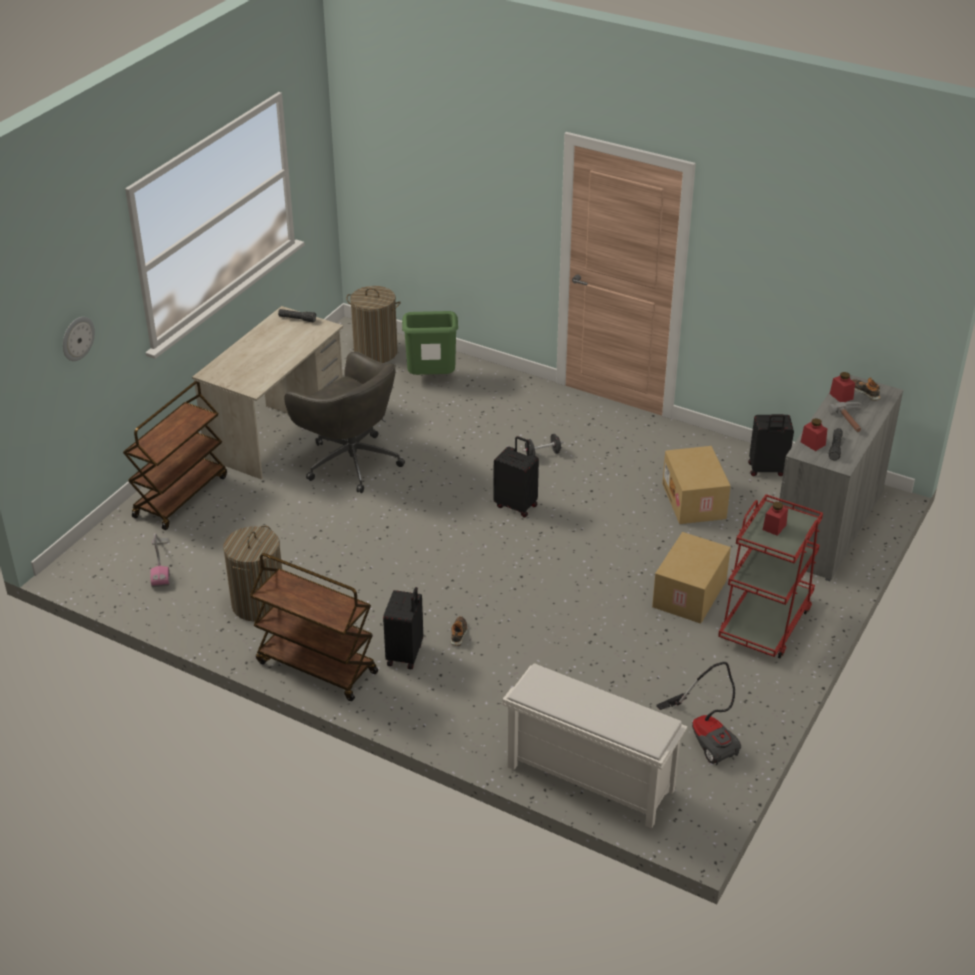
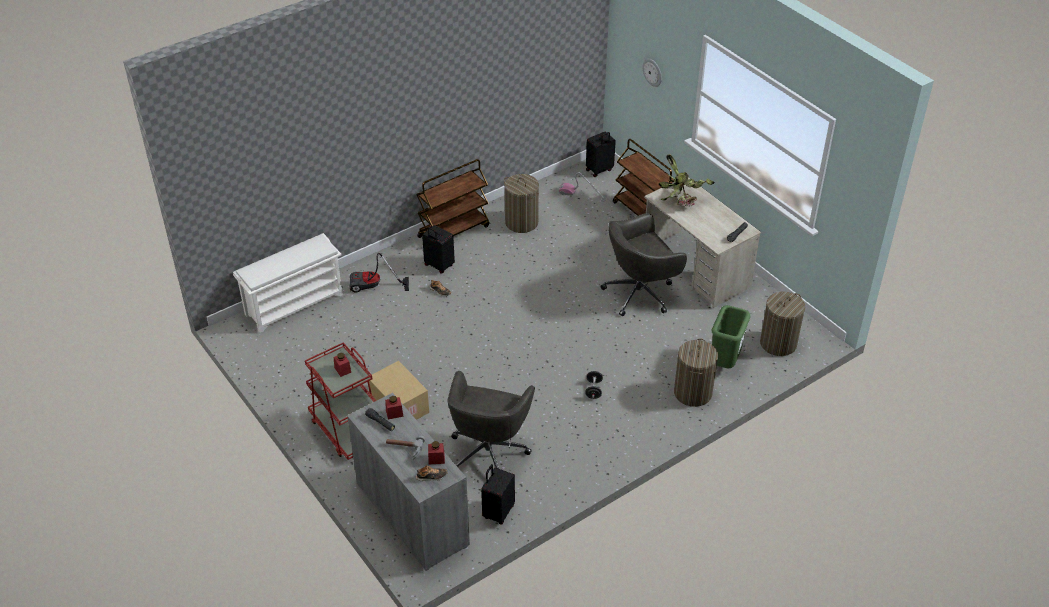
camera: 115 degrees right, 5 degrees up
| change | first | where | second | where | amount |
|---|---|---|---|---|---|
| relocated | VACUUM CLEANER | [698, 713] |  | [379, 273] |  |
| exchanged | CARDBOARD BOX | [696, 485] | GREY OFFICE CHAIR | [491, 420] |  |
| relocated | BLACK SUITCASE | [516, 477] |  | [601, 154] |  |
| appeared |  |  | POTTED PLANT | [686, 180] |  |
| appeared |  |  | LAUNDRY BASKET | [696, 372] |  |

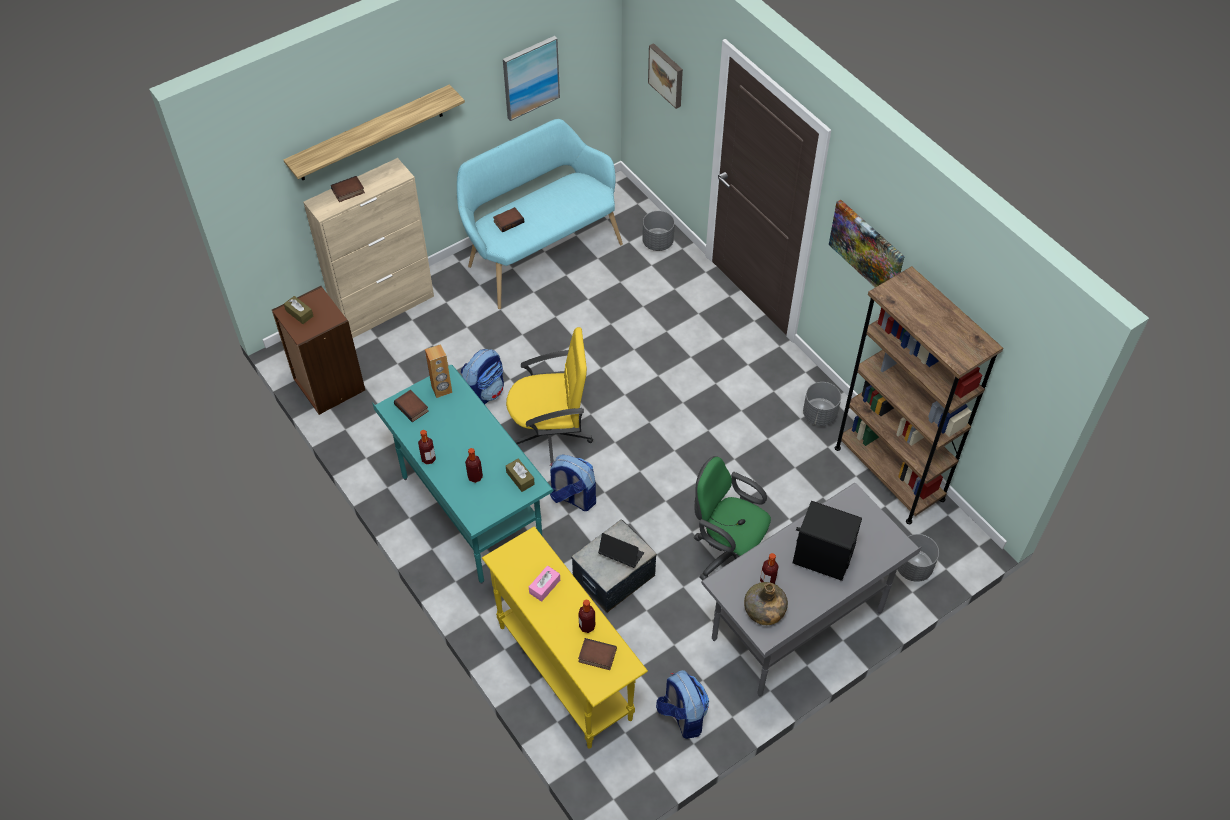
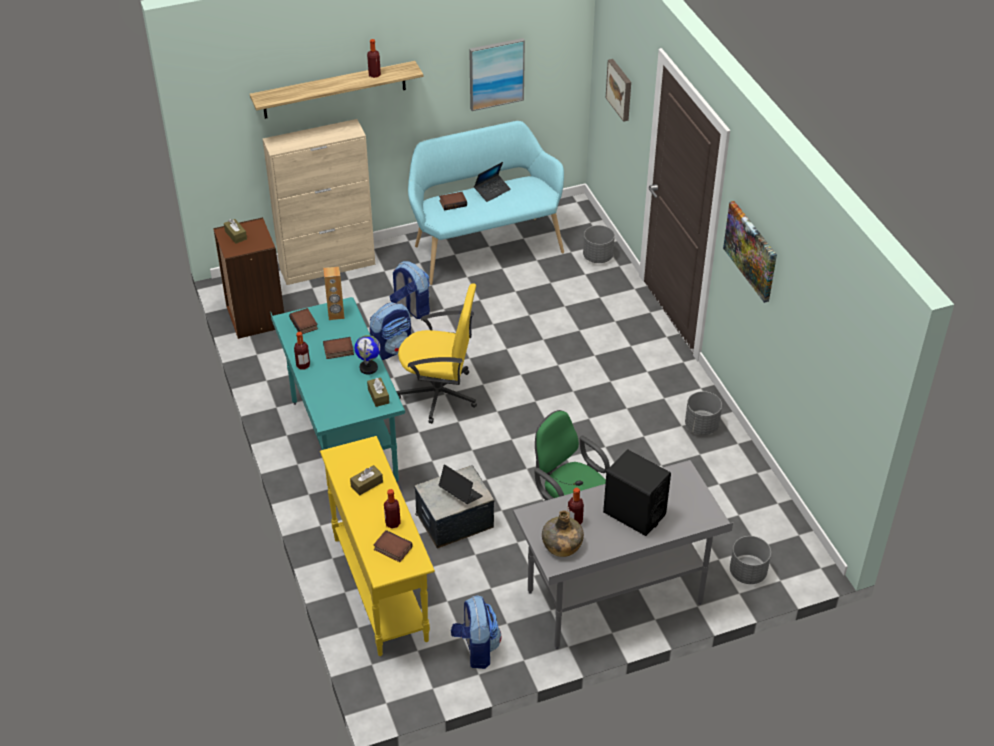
camera: 15 degrees right, 10 degrees down
| change | first | where | second | where | amount |
|---|---|---|---|---|---|
| relocated | BOOK | [348, 189] |  | [338, 348] |  |
| colour | PINK TISSUE BOX | [544, 584] | BROWN TISSUE BOX | [366, 480] |  |
| appeared |  |  | GLOBE | [367, 355] |  |
| relocated | BOTTLE | [474, 465] |  | [374, 58] |  |
| relocated | BACKPACK | [573, 482] |  | [410, 290] |  |
| appeared |  |  | LAPTOP | [492, 182] |  |
| missing | BROWN BOOKCASE | [919, 395] |  |  |  |

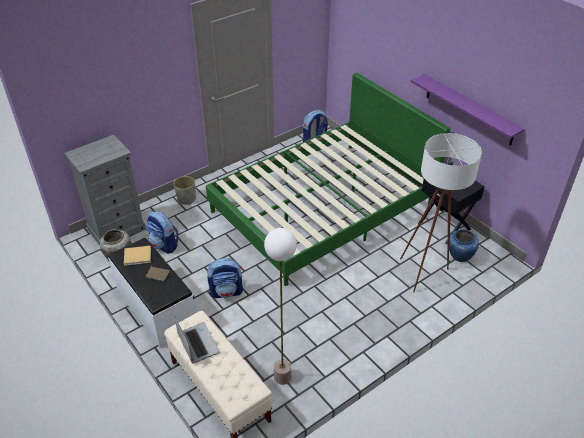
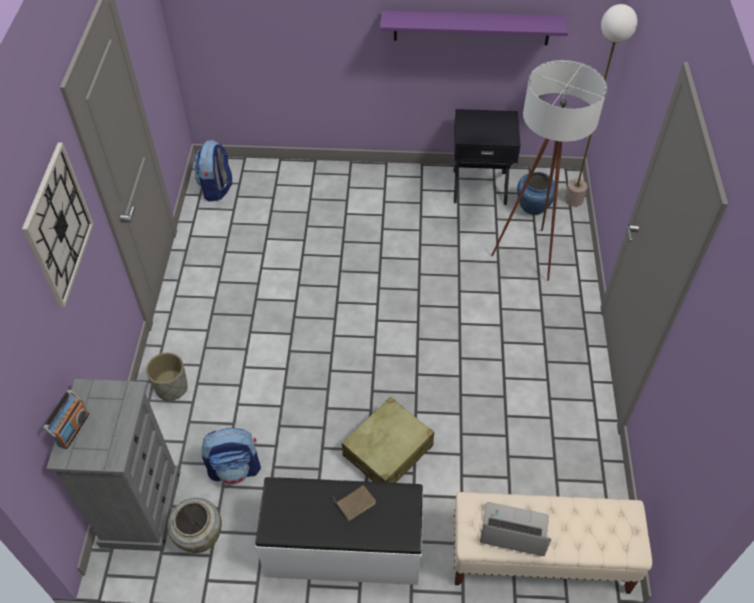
camera: 50 degrees left, 10 degrees up
| change | first | where | second | where | amount |
|---|---|---|---|---|---|
| appeared |  |  | WALL CLOCK | [58, 225] |  |
| appeared |  |  | RADIO | [66, 419] |  |
| exchanged | BACKPACK | [225, 278] | BEIGE SUITCASE | [388, 440] |  |
| relocated | FLOOR LAMP | [280, 306] |  | [600, 105] |  |
| missing | BEIGE BOOK | [137, 256] |  |  |  |
| missing | GREEN BED | [328, 179] |  |  |  |

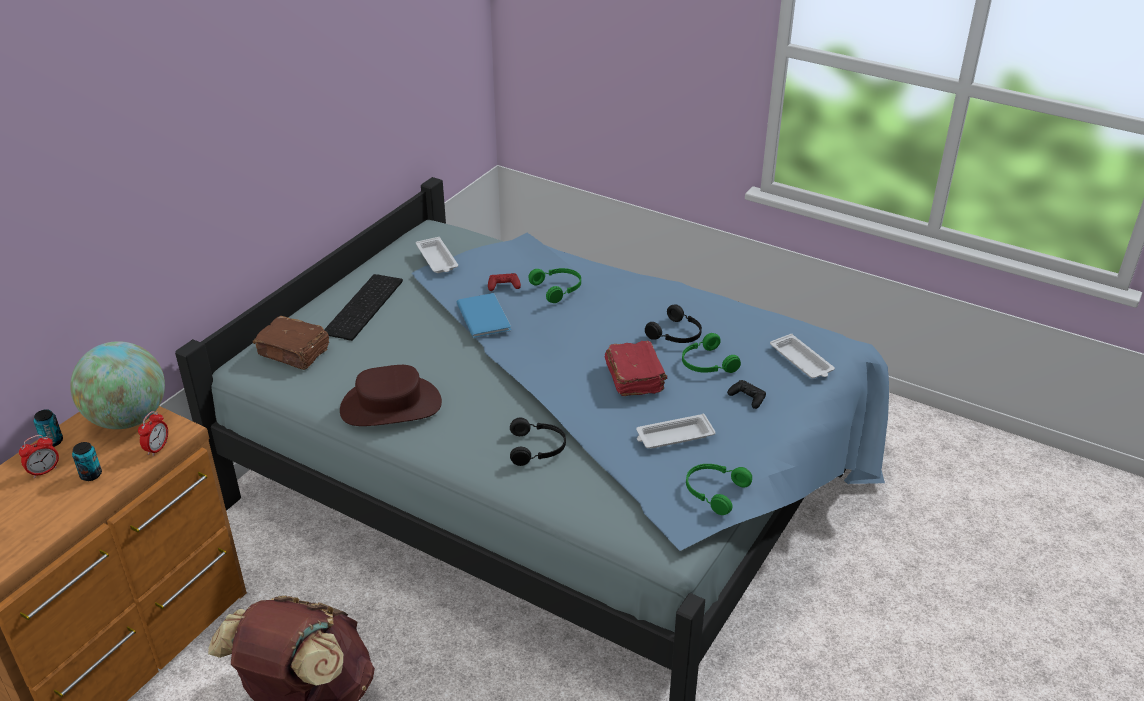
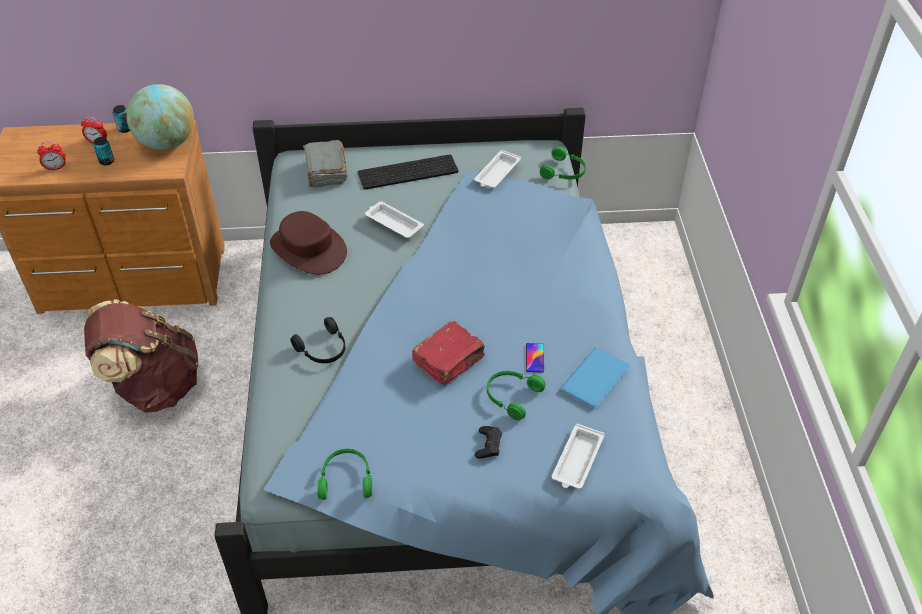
camera: 55 degrees right, 10 degrees up
| change | first | where | second | where | amount |
|---|---|---|---|---|---|
| relocated | ALARM CLOCK | [153, 433] |  | [51, 156] |  |
| colour | BROWN BOOK | [291, 343] | GREY BOOK | [325, 163] |  |
| relocated | WHITE TRAY | [676, 431] |  | [394, 219] |  |
| exchanged | BLACK HEADPHONES | [673, 323] | PHONE | [535, 358] |  |
| relocated | GREEN HEADPHONES | [554, 285] |  | [563, 162] |  |
| relocated | BLUE BOOK | [483, 315] |  | [594, 379] |  |
| missing | RED GAME CONTROLLER | [504, 282] |  |  |  |

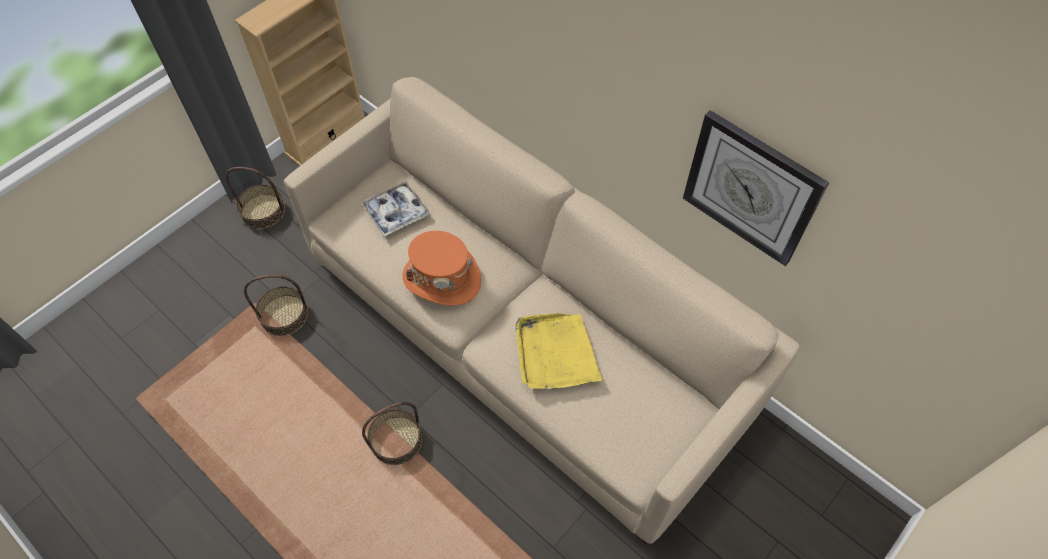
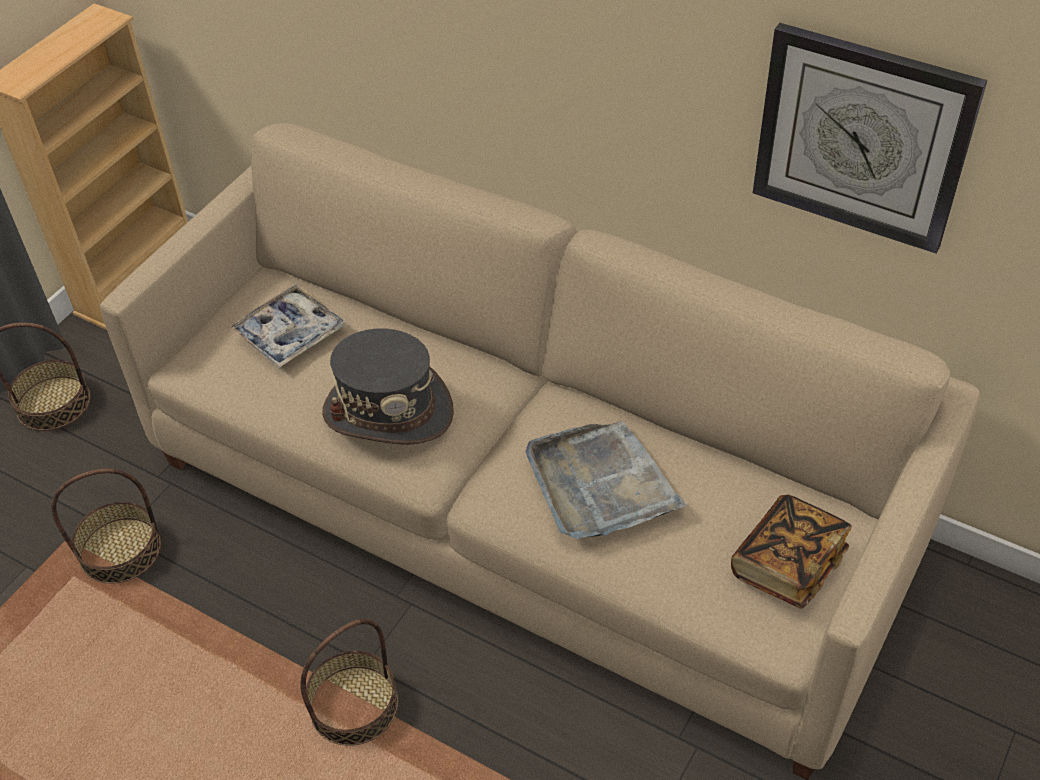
camera: 10 degrees left, 10 degrees down
| change | first | where | second | where | amount |
|---|---|---|---|---|---|
| colour | ORANGE HAT | [441, 268] | GREY HAT | [388, 386] |  |
| colour | YELLOW TRAY | [558, 351] | GREY TRAY | [606, 480] |  |
| appeared |  |  | BOOK | [791, 552] |  |

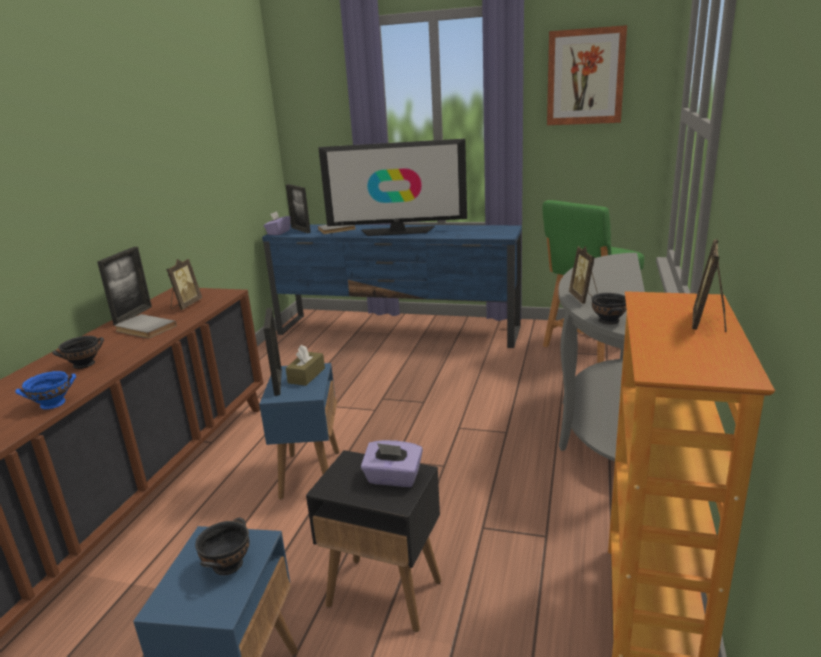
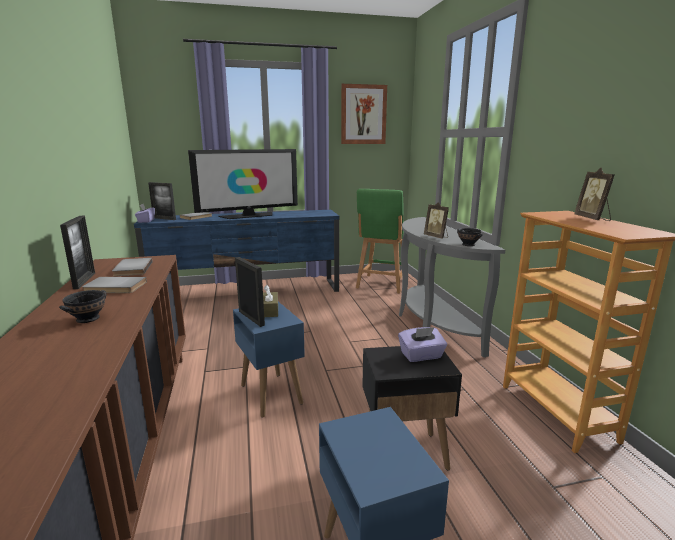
camera: 30 degrees left, 5 degrees down
| change | first | where | second | where | amount |
|---|---|---|---|---|---|
| exchanged | PICTURE FRAME | [184, 284] | GREY BOOK | [132, 267] |  |
| missing | BLUE BOWL | [45, 390] |  |  |  |
| missing | BLACK BOWL | [222, 546] |  |  |  |

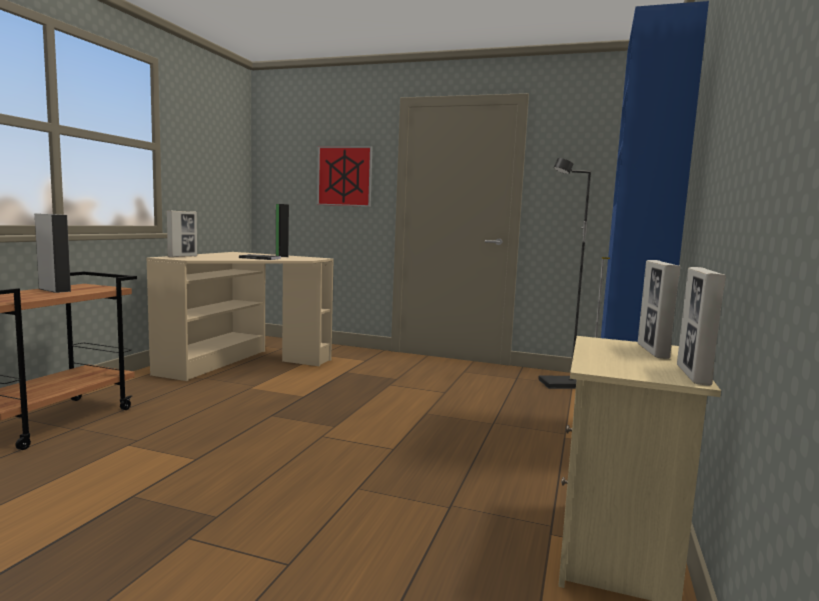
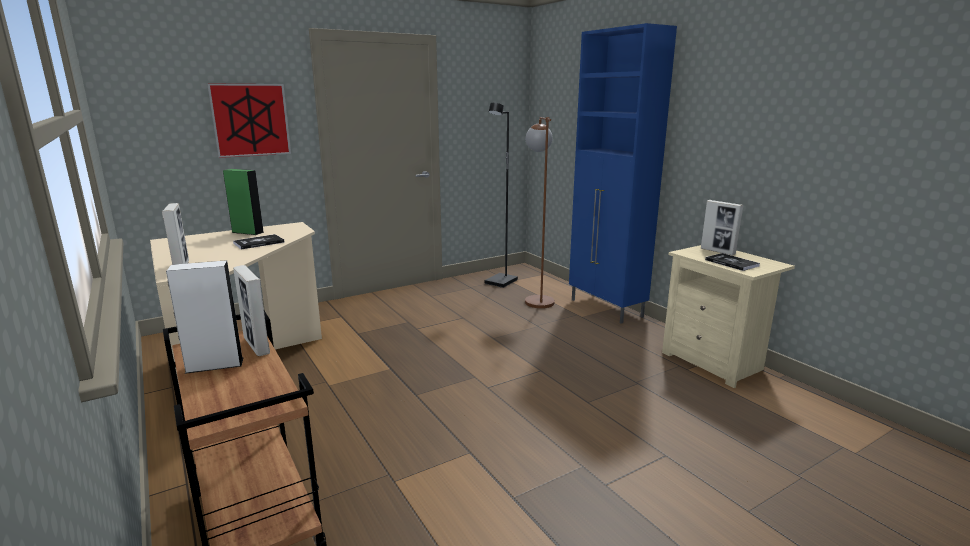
camera: 50 degrees left, 10 degrees up
| change | first | where | second | where | amount |
|---|---|---|---|---|---|
| relocated | PICTURE FRAME | [701, 326] |  | [251, 310] |  |
| appeared |  |  | BROWN FLOOR LAMP | [540, 212] |  |
| appeared |  |  | BOOK | [732, 262] |  |

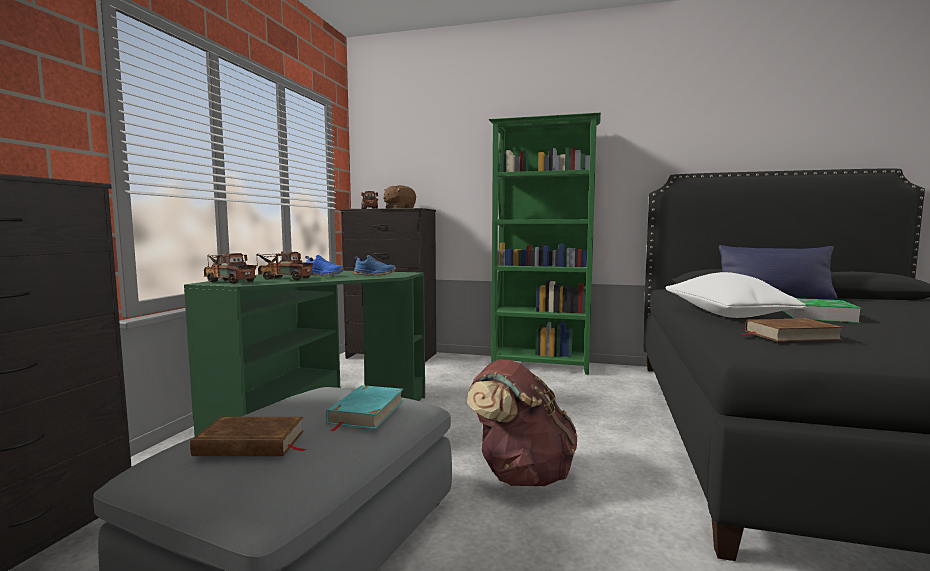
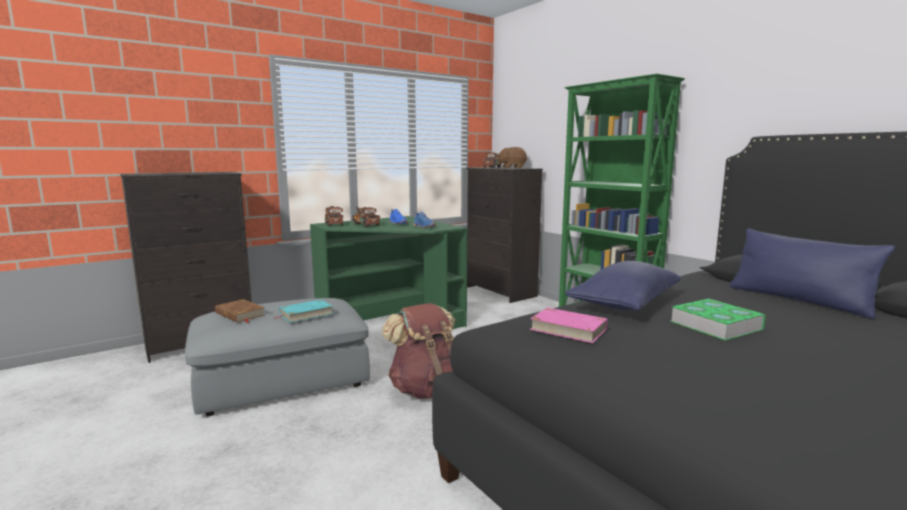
camera: 40 degrees right, 5 degrees up
| change | first | where | second | where | amount |
|---|---|---|---|---|---|
| colour | BROWN BOOK | [793, 330] | PINK BOOK | [569, 325] |  |
| colour | WHITE PILLOW | [735, 295] | BLUE PILLOW | [623, 285] |  |

